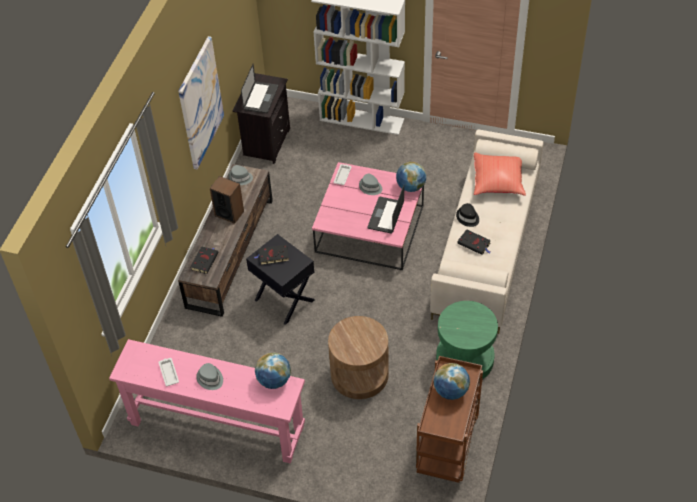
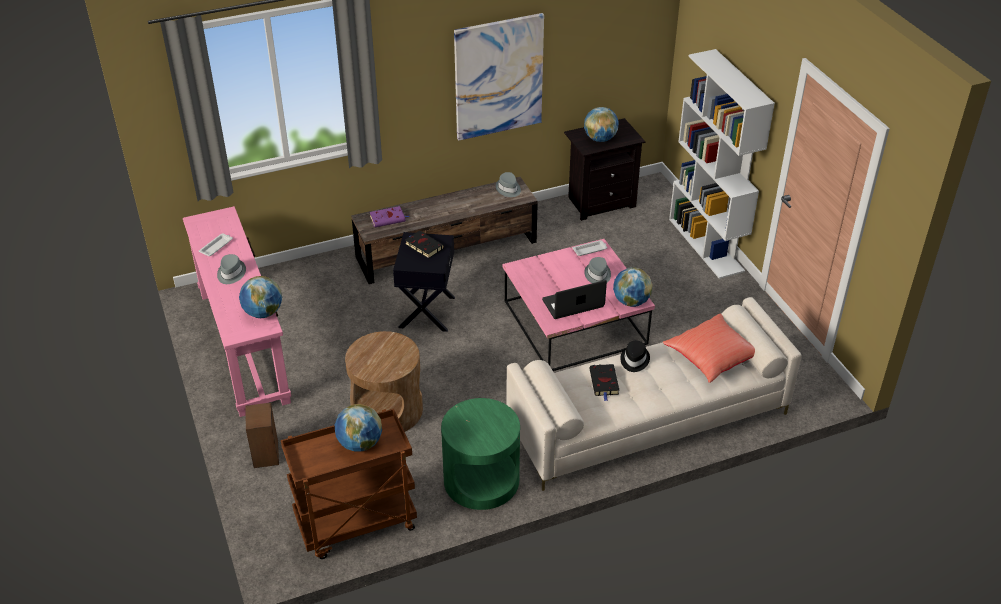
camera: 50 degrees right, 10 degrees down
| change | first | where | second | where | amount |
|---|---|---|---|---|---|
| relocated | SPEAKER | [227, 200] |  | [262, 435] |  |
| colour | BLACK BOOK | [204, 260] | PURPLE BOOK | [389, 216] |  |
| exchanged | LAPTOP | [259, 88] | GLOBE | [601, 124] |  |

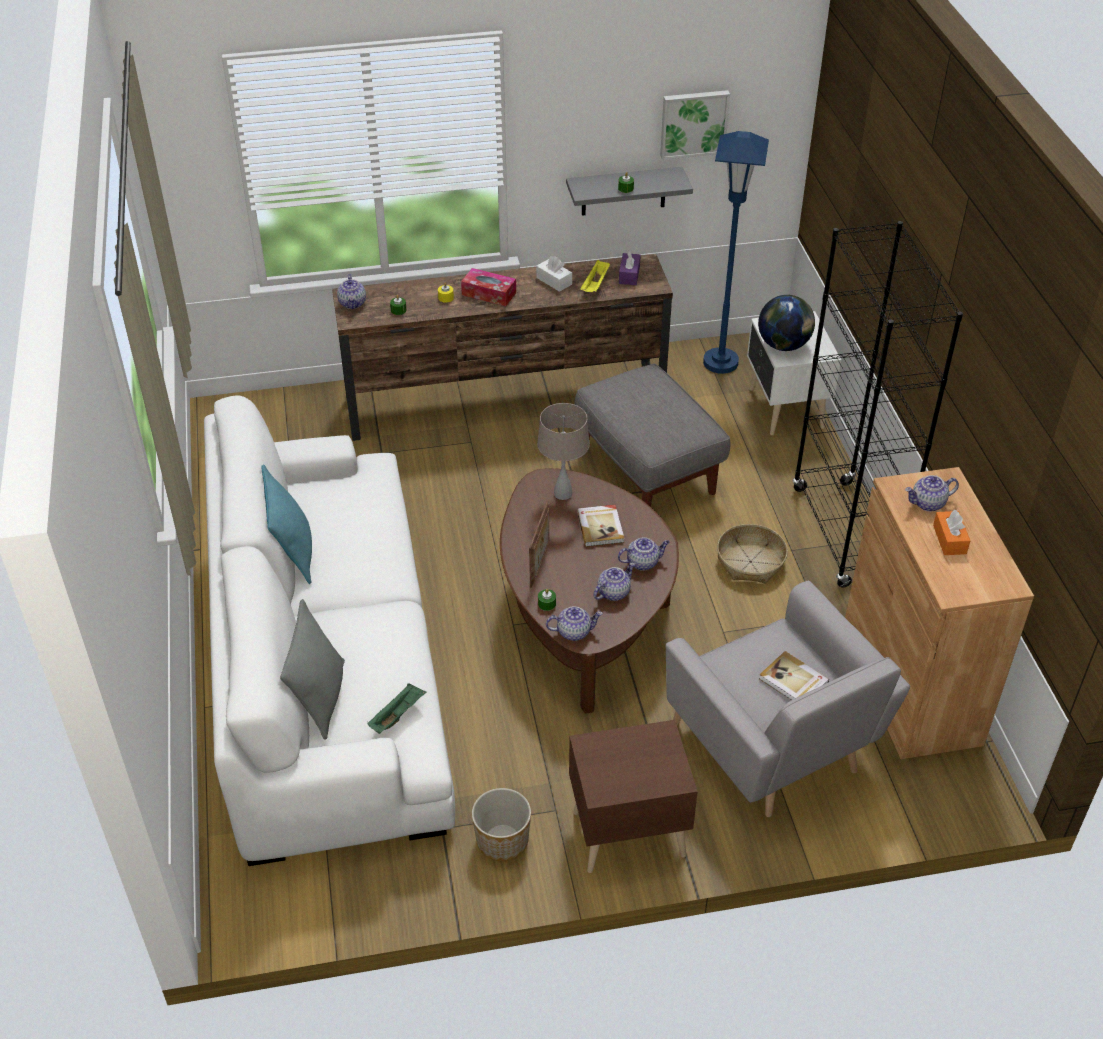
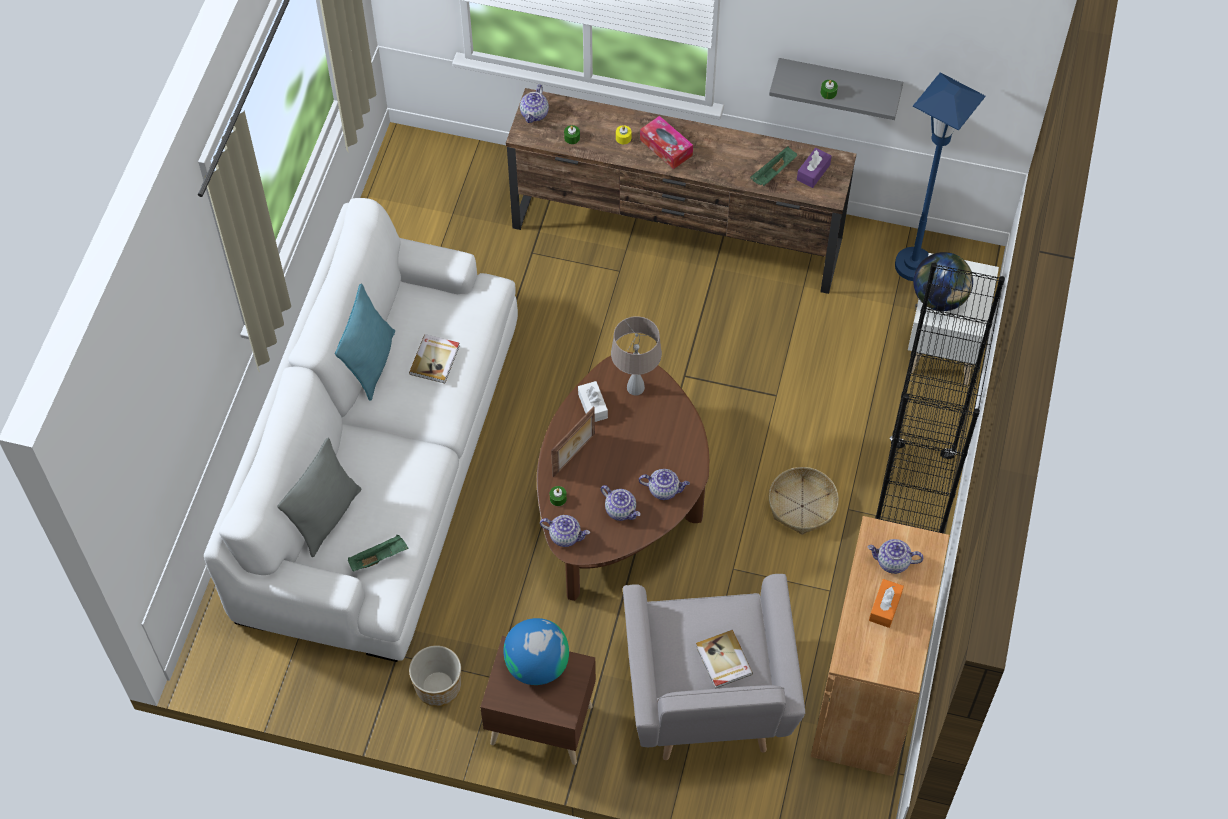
camera: 25 degrees right, 15 degrees up
| change | first | where | second | where | amount |
|---|---|---|---|---|---|
| relocated | BOOK | [600, 526] |  | [434, 358] |  |
| appeared |  |  | GLOBE | [536, 651] |  |
| relocated | WHITE TISSUE BOX | [554, 274] |  | [593, 401] |  |
| spun | TEAPOT | [614, 582] |  | [621, 503] | 60 degrees clockwise |
| colour | YELLOW TRAY | [595, 276] | GREEN TRAY | [773, 166] |  |
| missing | GREY OTTOMAN | [652, 435] |  |  |  |
| missing | PICTURE | [695, 125] |  |  |  |

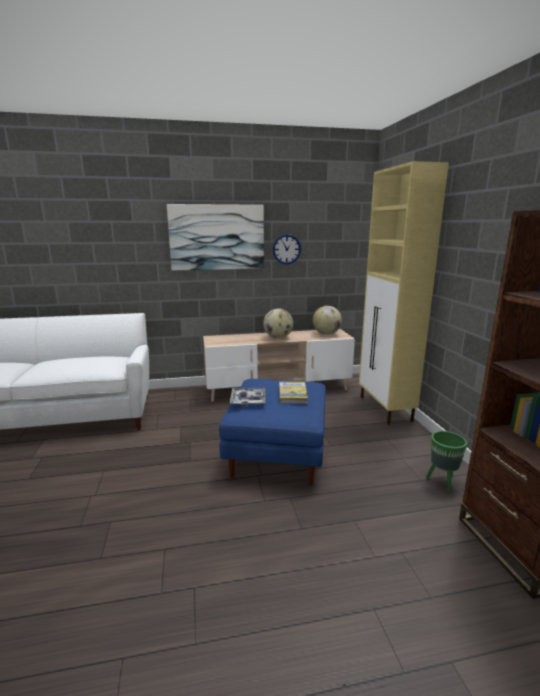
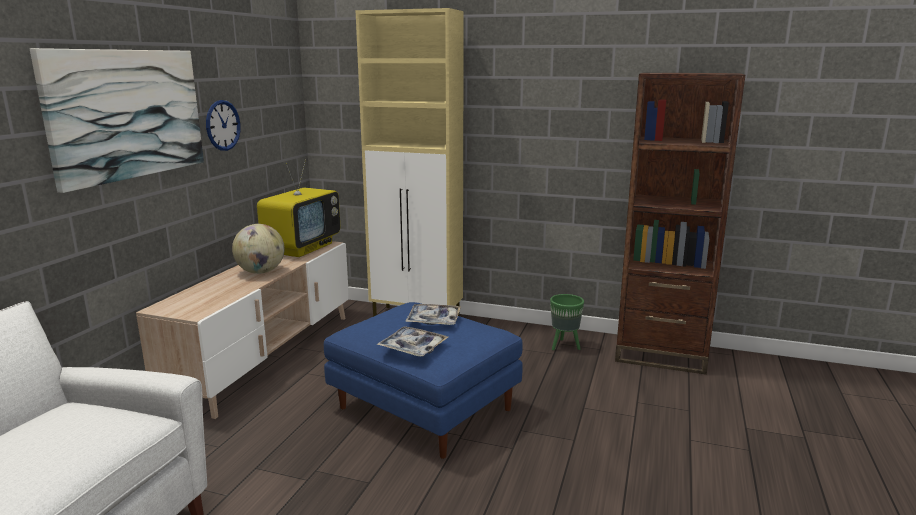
camera: 60 degrees left, 0 degrees up
| change | first | where | second | where | amount |
|---|---|---|---|---|---|
| exchanged | GLOBE | [327, 320] | TELEVISION | [298, 208] |  |
| exchanged | BOOK | [293, 393] | TRAY | [433, 314] |  |

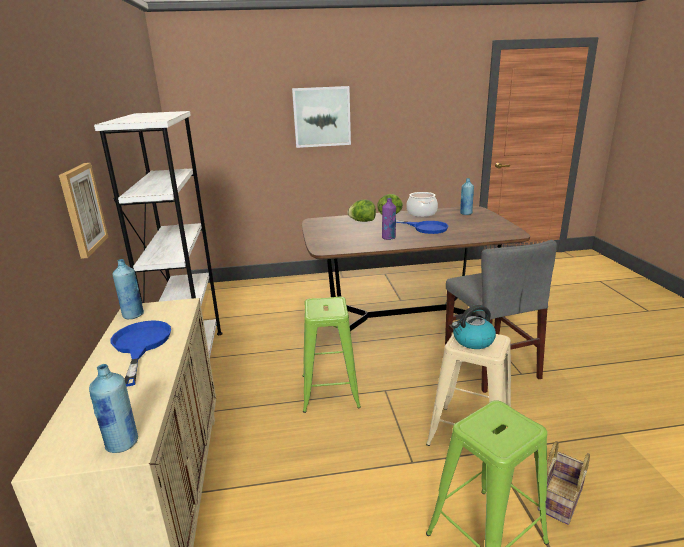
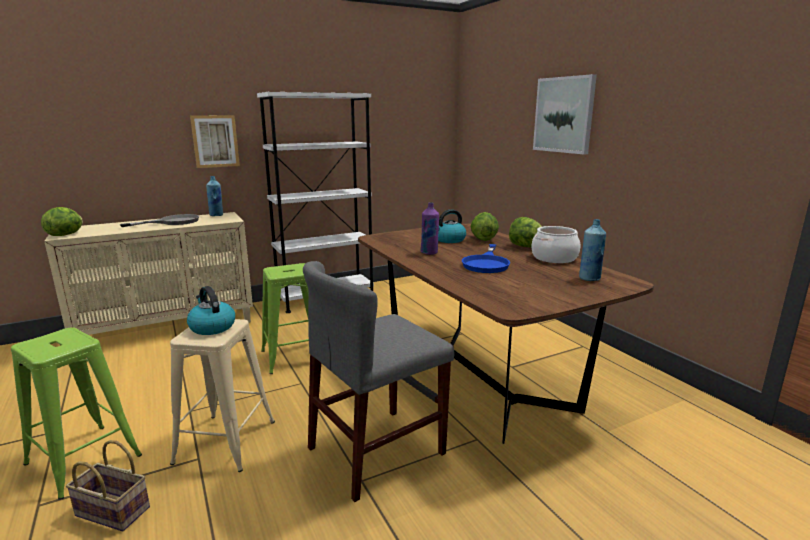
camera: 70 degrees right, 5 degrees down
| change | first | where | second | where | amount |
|---|---|---|---|---|---|
| exchanged | BLUE BOTTLE | [113, 408] | LETTUCE | [62, 221] |  |
| colour | BLUE FRYING PAN | [141, 353] | GREY FRYING PAN | [159, 220] |  |
| appeared |  |  | KETTLE | [452, 226] |  |

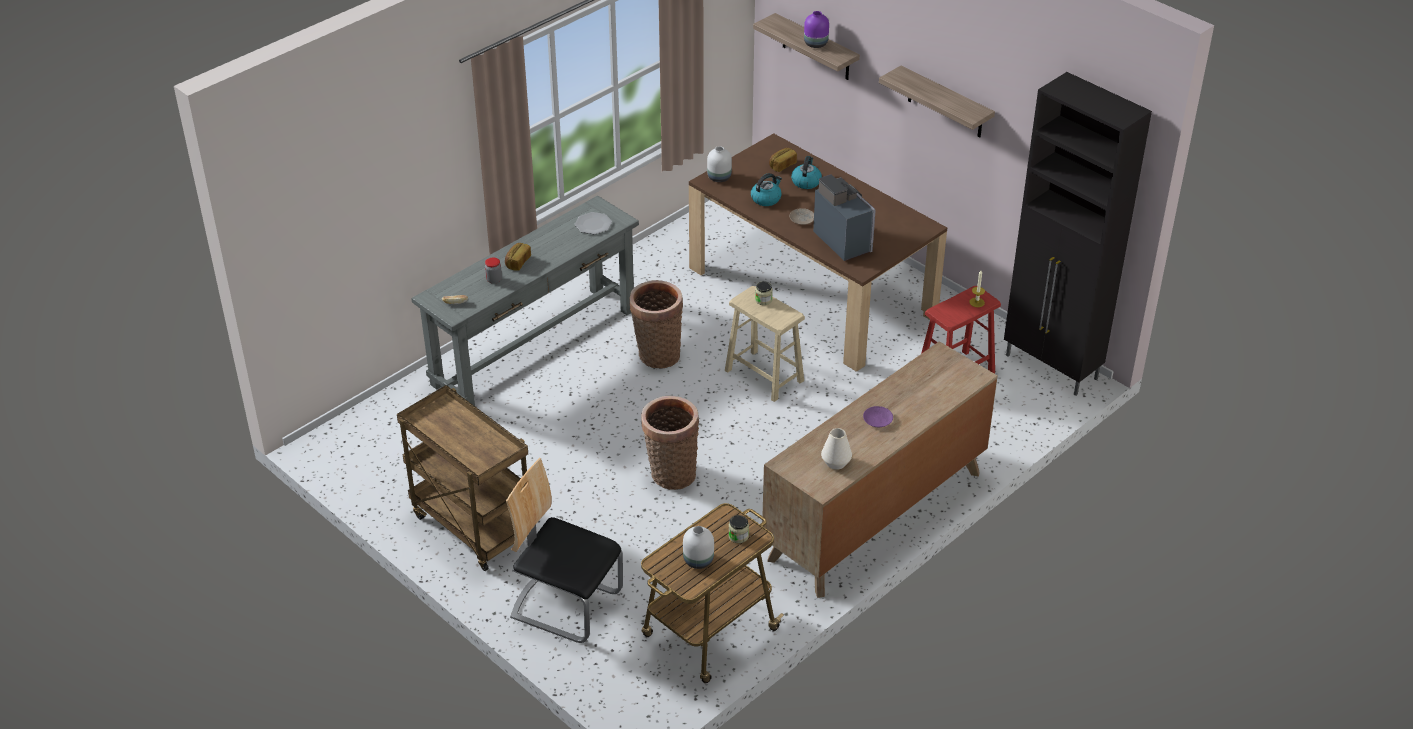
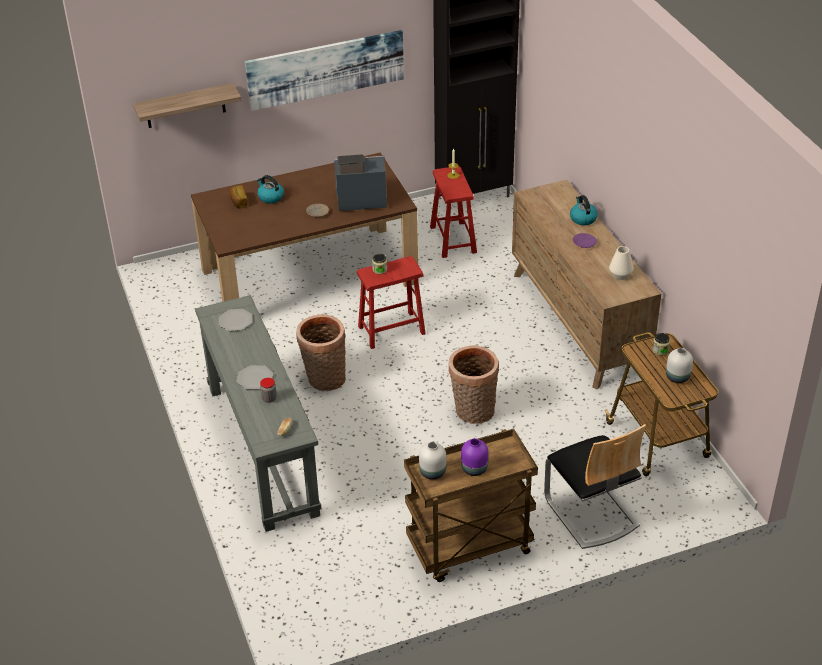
camera: 65 degrees left, 0 degrees up
| change | first | where | second | where | amount |
|---|---|---|---|---|---|
| exchanged | BREAD | [518, 257] | PLATE | [255, 377] |  |
| exchanged | SHELF | [937, 101] | PICTURE | [324, 70] |  |
| colour | BEIGE STOOL | [765, 344] | RED STOOL | [391, 302] |  |
| relocated | WHITE VASE | [719, 164] |  | [432, 461] |  |
| relocated | PURPLE VASE | [816, 29] |  | [475, 457] |  |
| spun | CHAIR | [564, 550] |  | [595, 486] | 75 degrees counterclockwise |
| relocated | KETTLE | [766, 189] |  | [584, 210] |  |

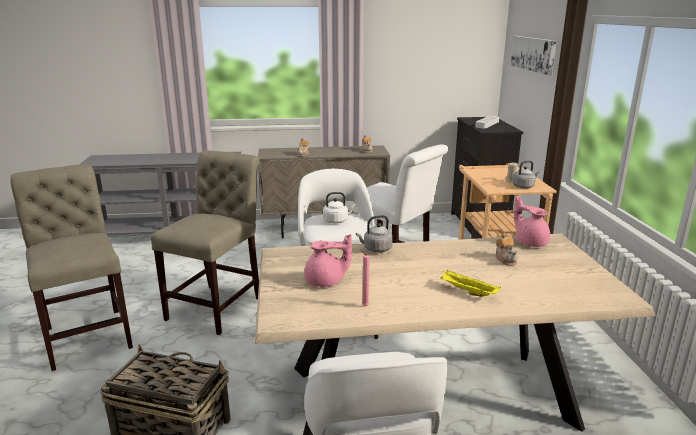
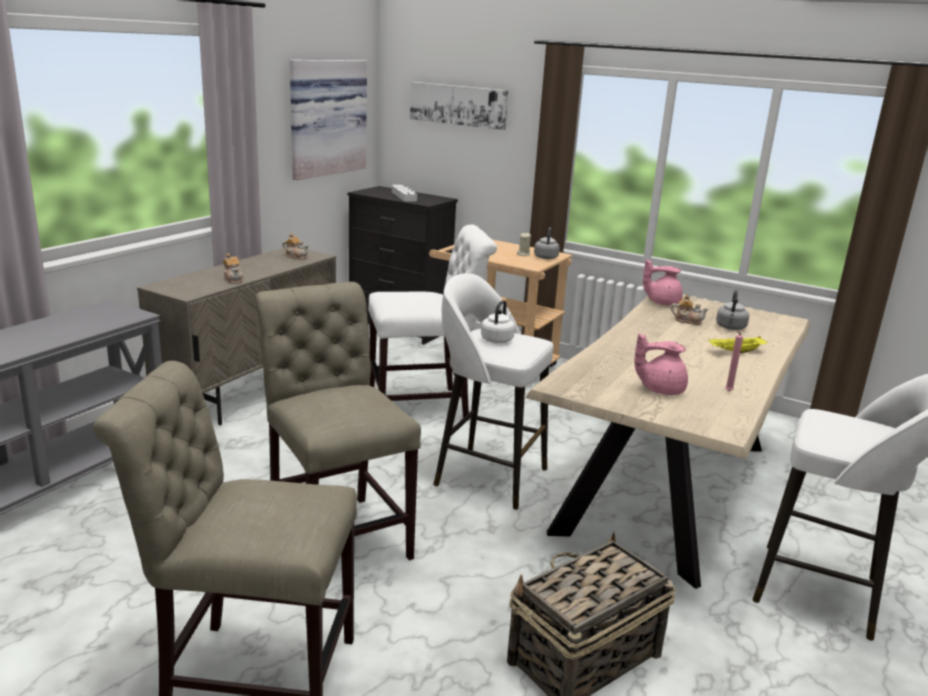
camera: 55 degrees left, 0 degrees up
| change | first | where | second | where | amount |
|---|---|---|---|---|---|
| appeared |  |  | PICTURE | [328, 119] |  |
| spun | PINK TEAPOT | [328, 260] |  | [661, 364] | 120 degrees counterclockwise |
| relocated | GREY KETTLE | [374, 233] |  | [733, 310] |  |

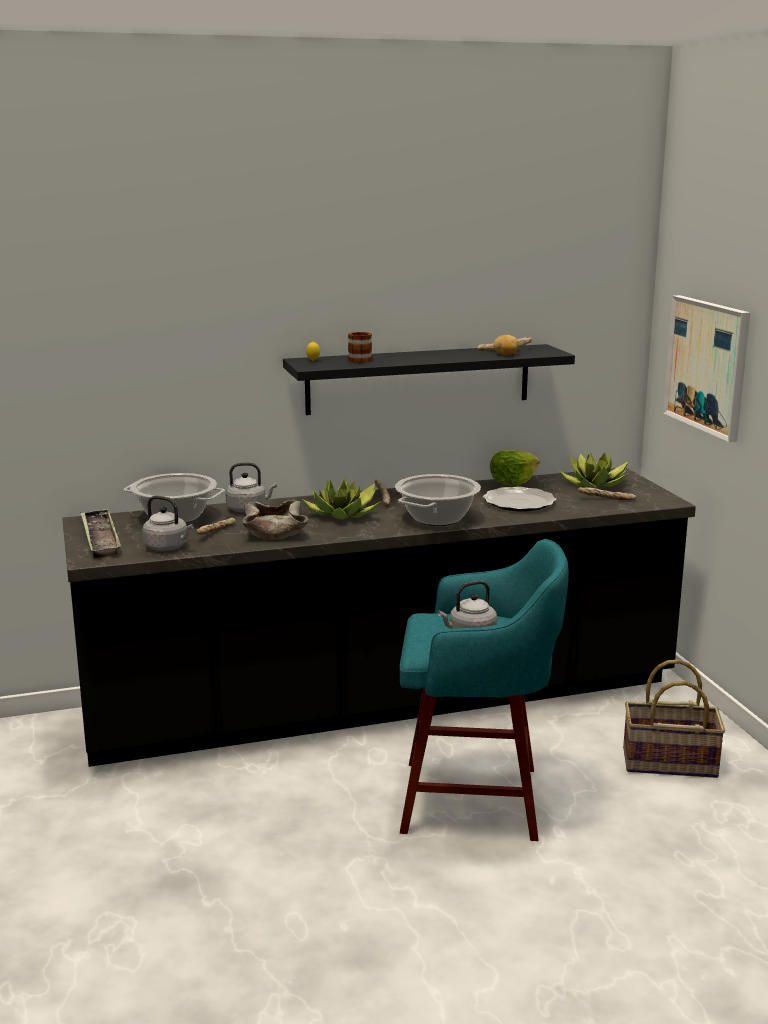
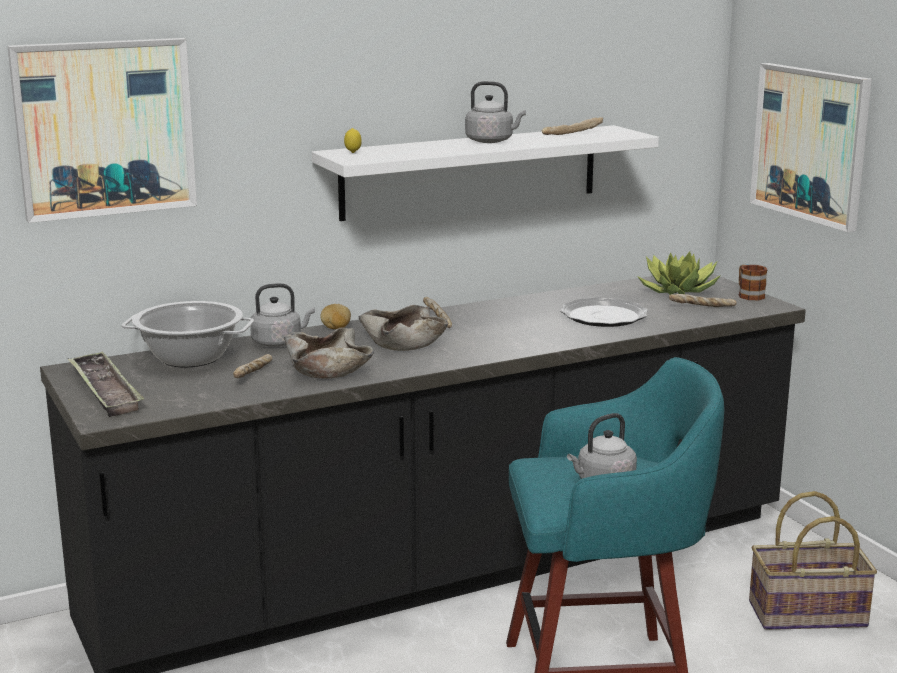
camera: 10 degrees left, 0 degrees up
| change | first | where | second | where | amount |
|---|---|---|---|---|---|
| appeared |  |  | PICTURE | [102, 130] |  |
| colour | BLACK SHELF | [429, 379] | WHITE SHELF | [485, 173] |  |
| relocated | POTATO | [506, 345] |  | [335, 316] |  |
| exchanged | POTTED PLANT | [342, 498] | BEIGE BOWL | [403, 328] |  |
| relocated | GREY KETTLE | [167, 523] |  | [495, 112] |  |
| relocated | MUG | [360, 347] |  | [753, 282] |  |
| missing | COOKING POT | [438, 500] |  |  |  |
| missing | LETTUCE | [514, 468] |  |  |  |

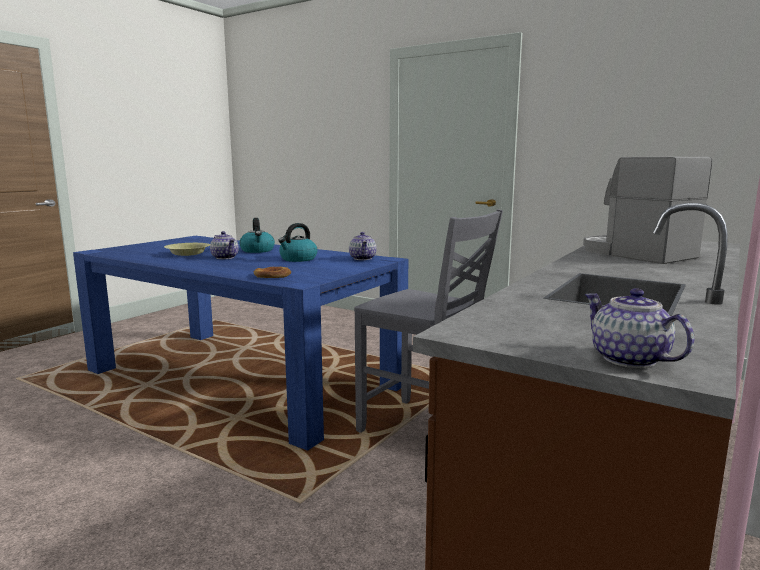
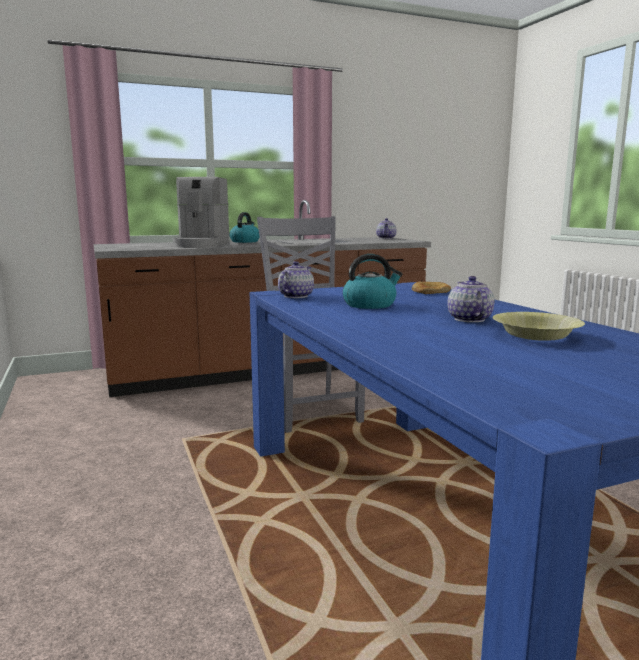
camera: 145 degrees left, 0 degrees up
| change | first | where | second | where | amount |
|---|---|---|---|---|---|
| relocated | KETTLE | [257, 235] |  | [244, 227] |  |

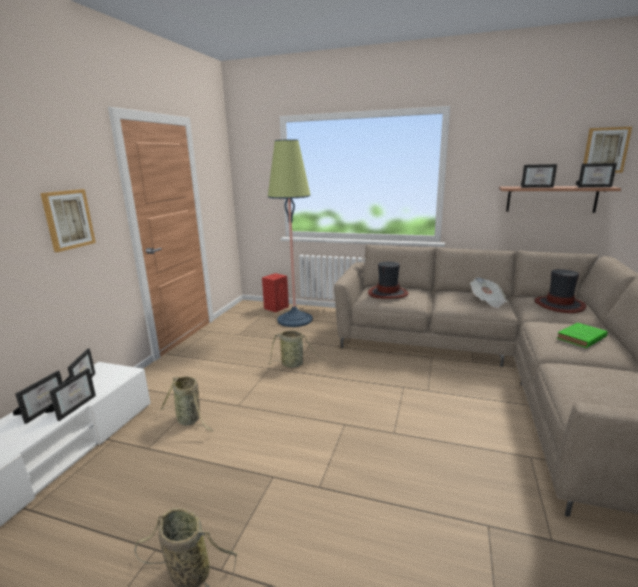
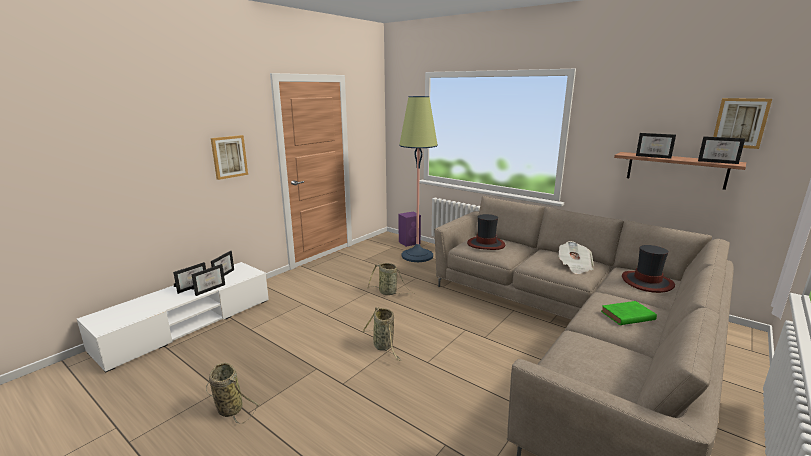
camera: 20 degrees right, 0 degrees up
| change | first | where | second | where | amount |
|---|---|---|---|---|---|
| relocated | BASKET | [186, 404] |  | [381, 334] |  |
| colour | RED SPEAKER | [275, 292] | PURPLE SPEAKER | [410, 229] |  |

